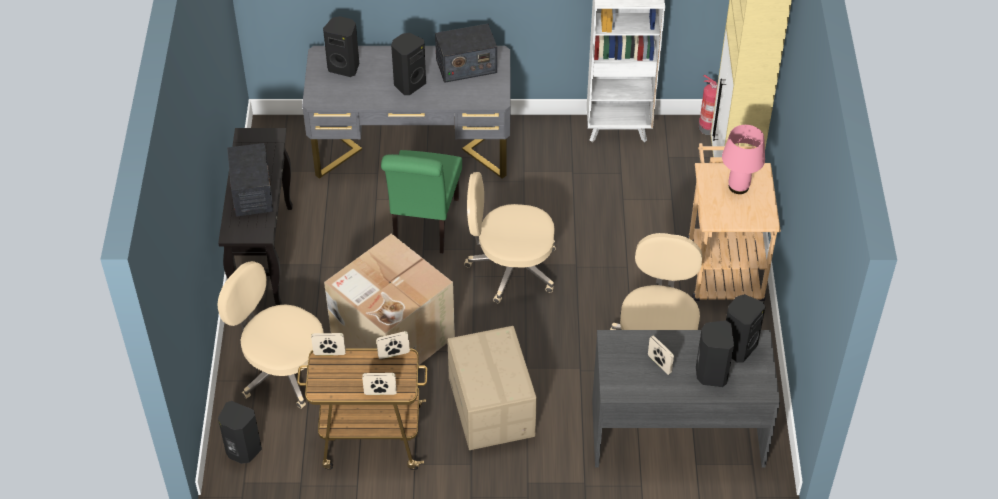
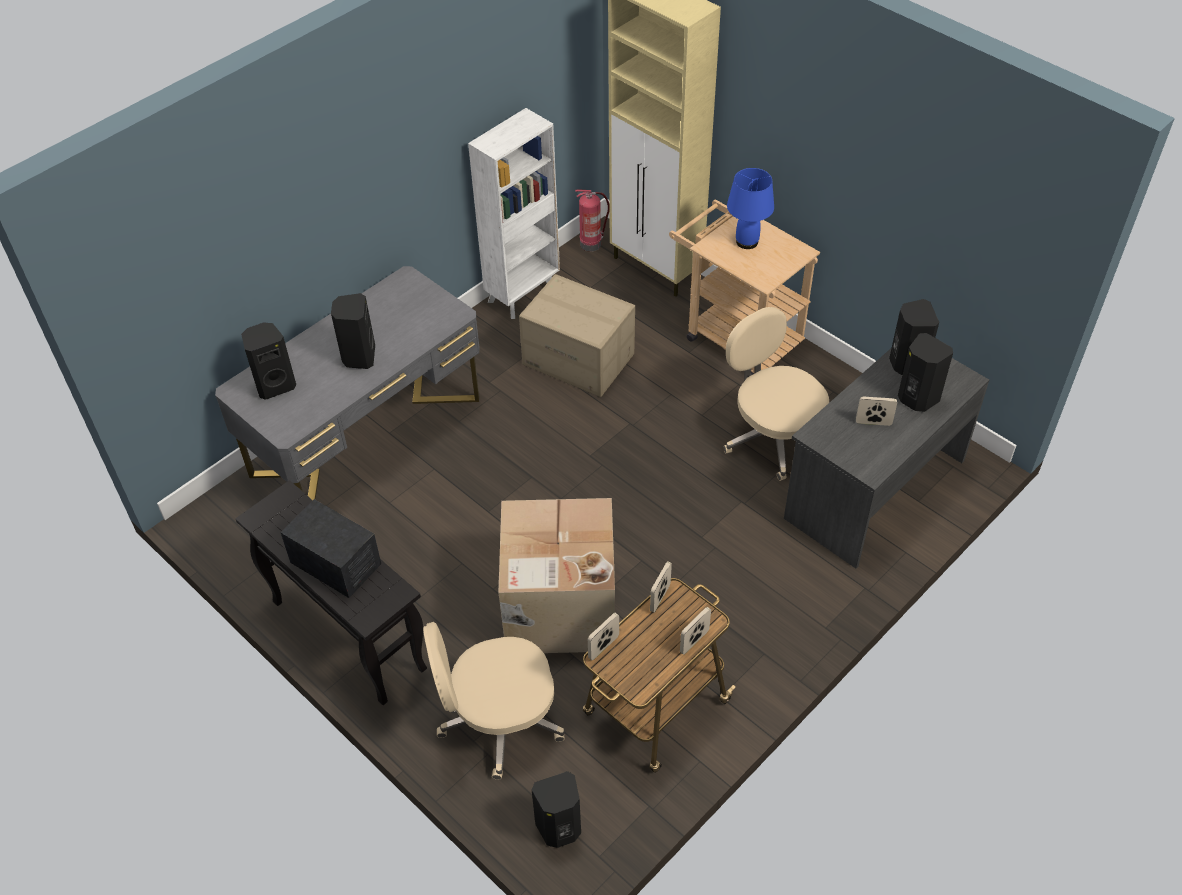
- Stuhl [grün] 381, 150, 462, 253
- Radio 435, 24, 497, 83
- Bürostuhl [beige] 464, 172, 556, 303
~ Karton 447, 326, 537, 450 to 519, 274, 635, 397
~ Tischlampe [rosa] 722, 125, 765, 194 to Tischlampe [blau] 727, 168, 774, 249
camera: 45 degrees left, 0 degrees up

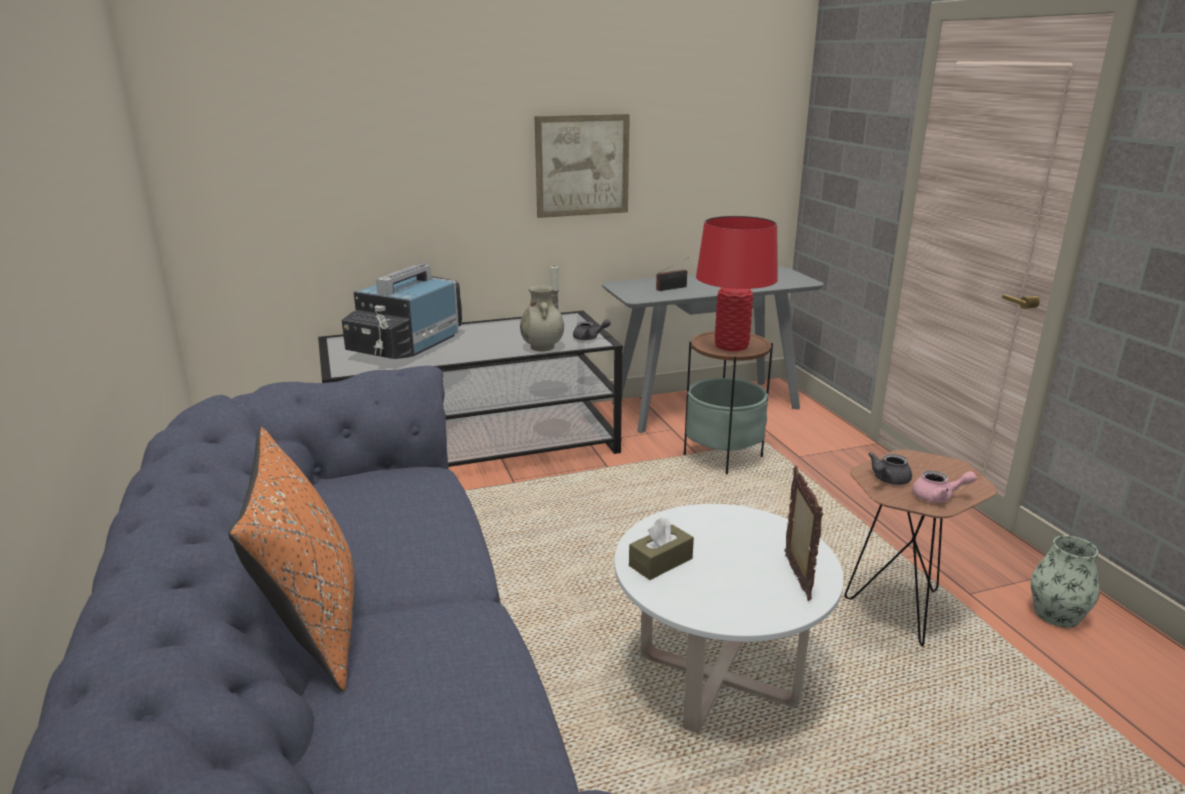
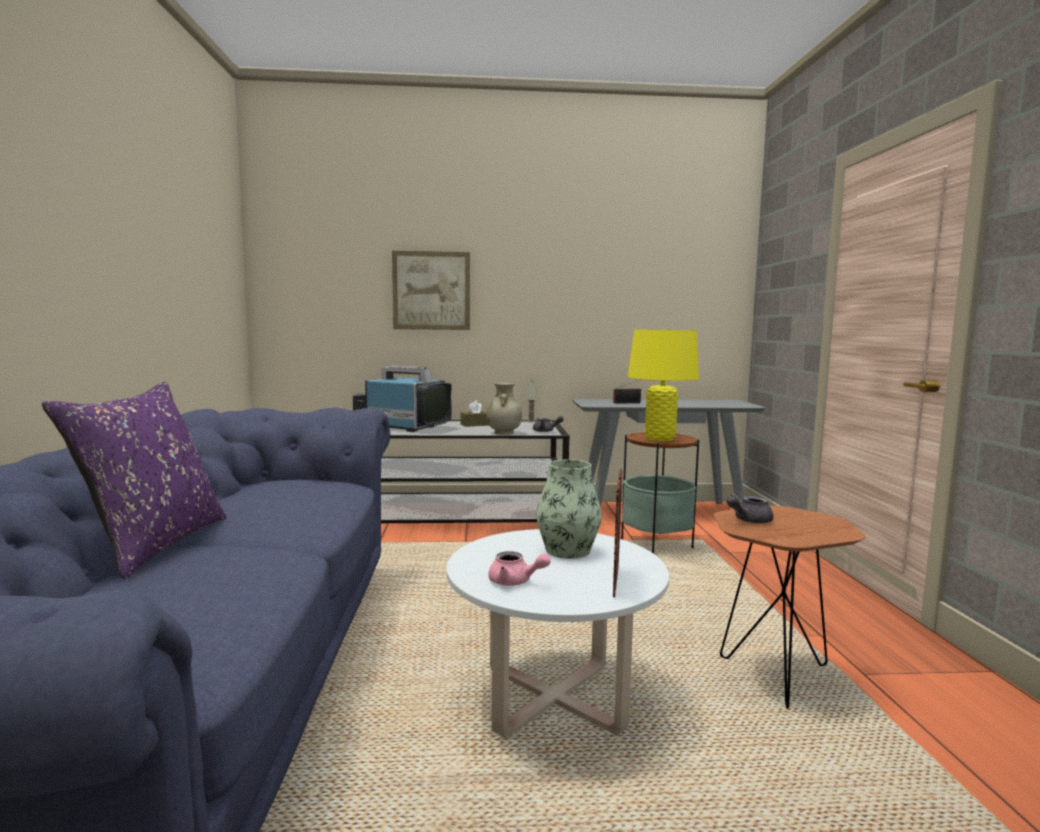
~ Bild 535, 114, 630, 218 to 392, 251, 470, 330
~ Taschentuchbox [braun] 629, 517, 694, 580 to 460, 401, 489, 427
~ Teekanne [rosa] 912, 471, 977, 503 to 488, 551, 551, 586
~ Vase 1031, 536, 1100, 628 to 536, 460, 602, 559
~ Kissen [orange] 228, 427, 354, 692 to Kissen [lila] 42, 382, 227, 579
~ Tischlampe [rot] 696, 216, 778, 351 to Tischlampe [gelb] 628, 329, 699, 441
~ Fernseher 342, 262, 462, 359 = 353, 366, 452, 432 75 degrees clockwise
camera: 15 degrees right, 15 degrees down

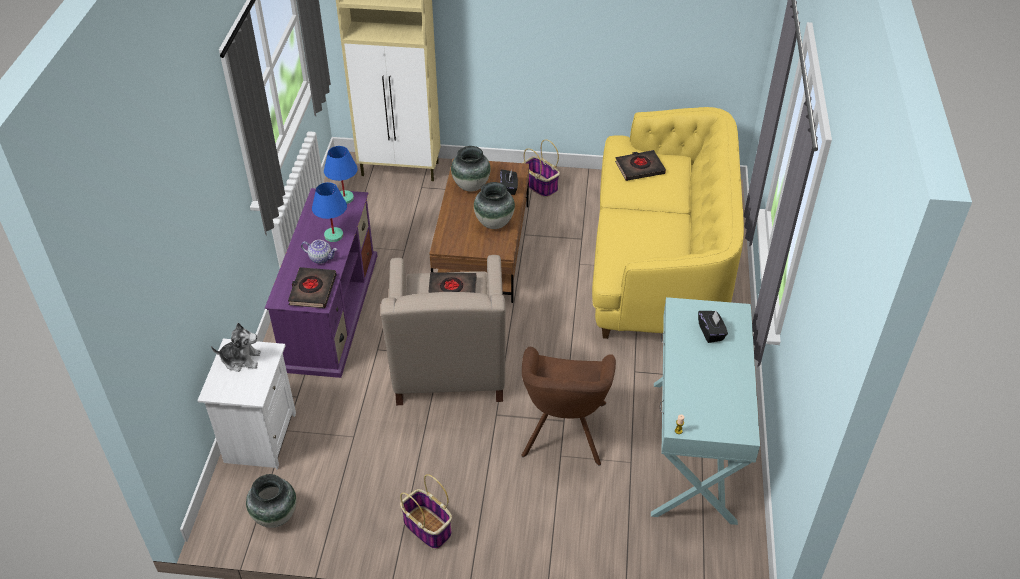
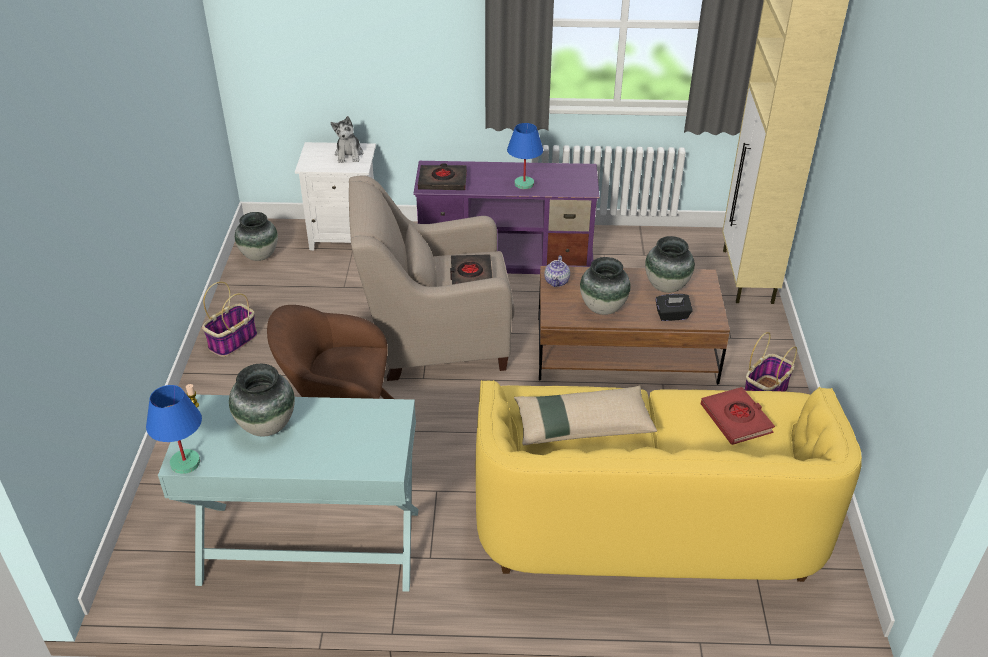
- Taschentuchbox [schwarz] 698, 311, 728, 343
+ Vase 229, 364, 295, 437
+ Kissen [beige] 514, 385, 657, 445
~ Teekanne 301, 240, 337, 264 to 544, 255, 570, 287
~ Tischlampe [blau] 324, 146, 358, 204 to 146, 385, 202, 474
~ Buch [schwarz] 615, 150, 666, 181 to Buch [rot] 701, 387, 775, 445
camera: 85 degrees right, 5 degrees down

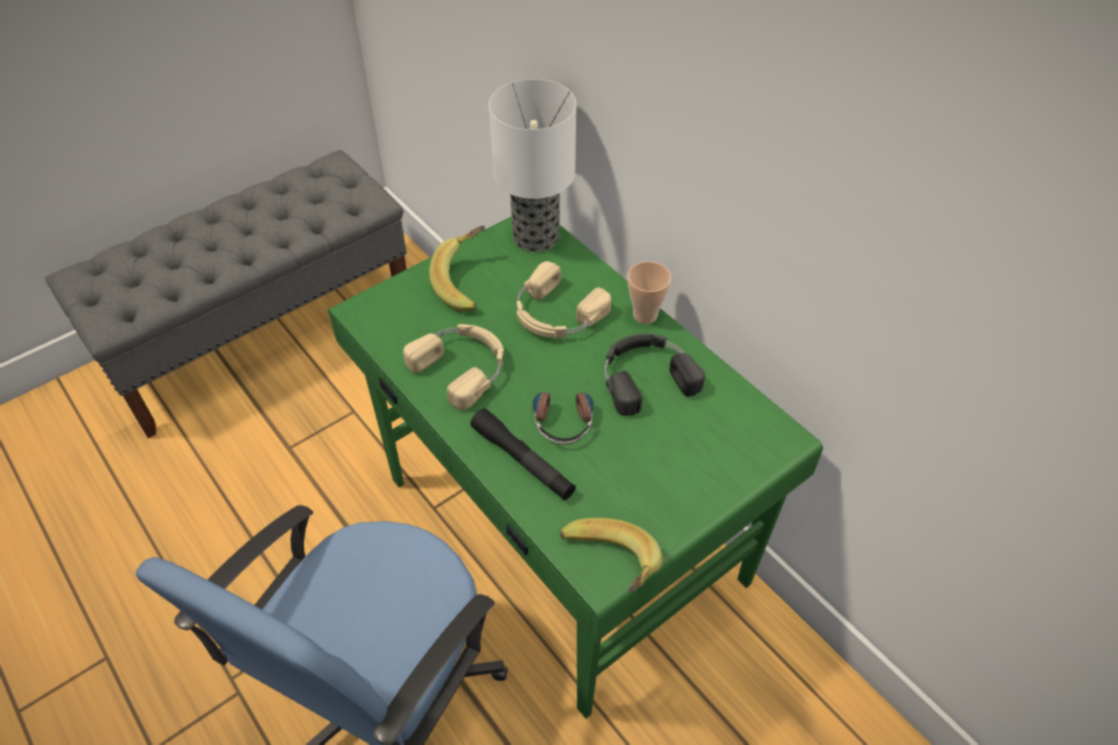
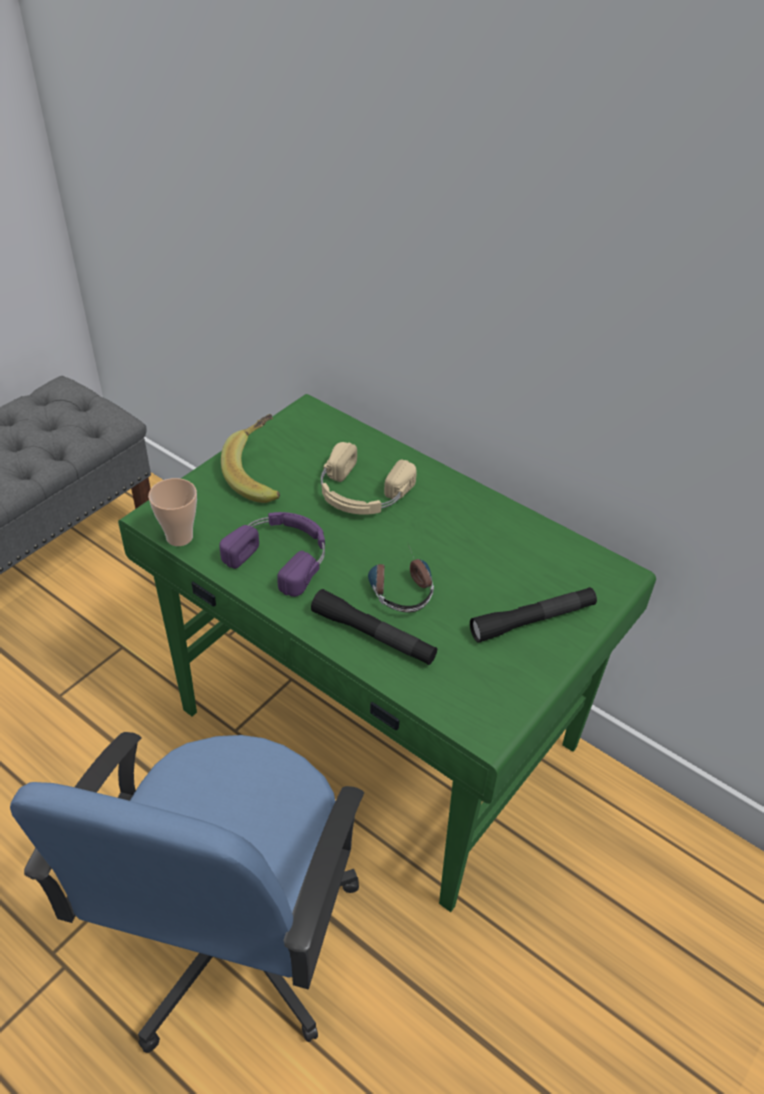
- Tischlampe 489, 79, 576, 252
- Banane 560, 518, 663, 593
- Kopfhörer [schwarz] 604, 334, 705, 416
+ Taschenlampe [schwarz] 470, 587, 597, 643
~ Tasse 627, 261, 671, 324 to 148, 478, 197, 546
~ Kopfhörer [beige] 403, 324, 504, 410 to Kopfhörer [lila] 219, 512, 325, 597
camera: 15 degrees left, 5 degrees down

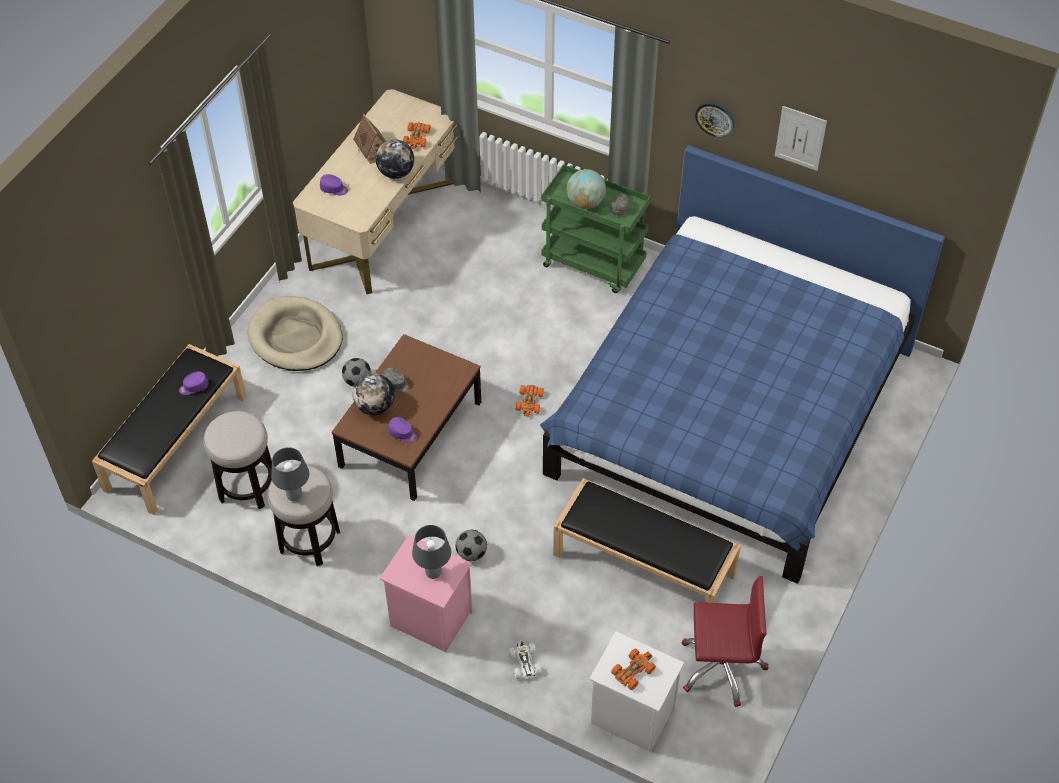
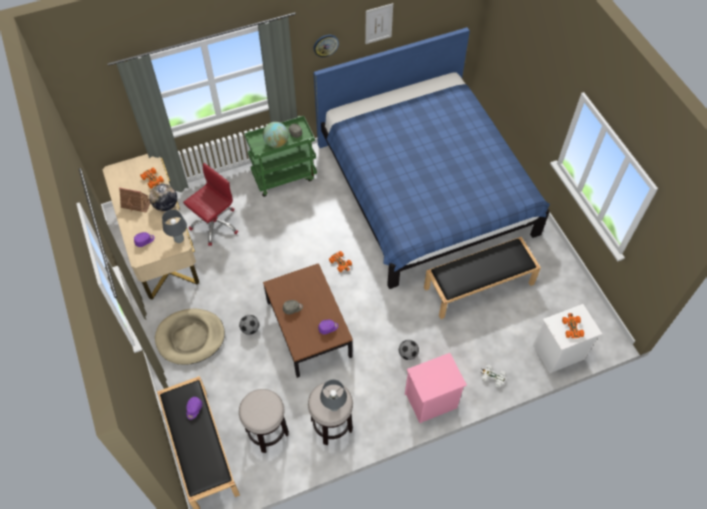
- Globus 353, 373, 395, 416
~ Tischlampe [grau] 412, 525, 451, 579 to 162, 209, 187, 243
~ Bürostuhl [rot] 682, 576, 769, 707 to 183, 163, 238, 246
camera: 50 degrees left, 5 degrees up

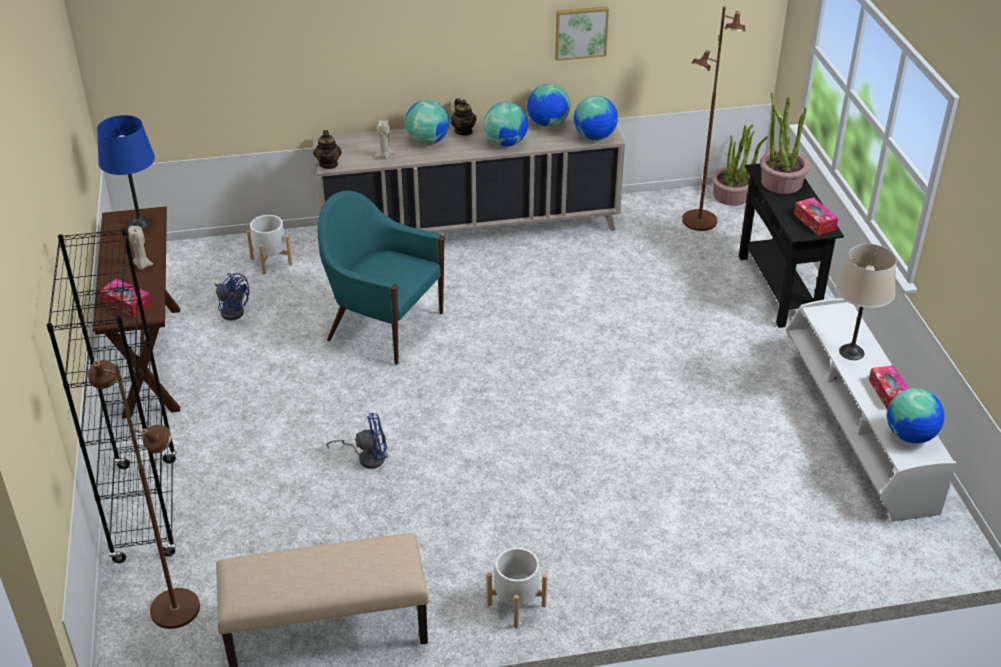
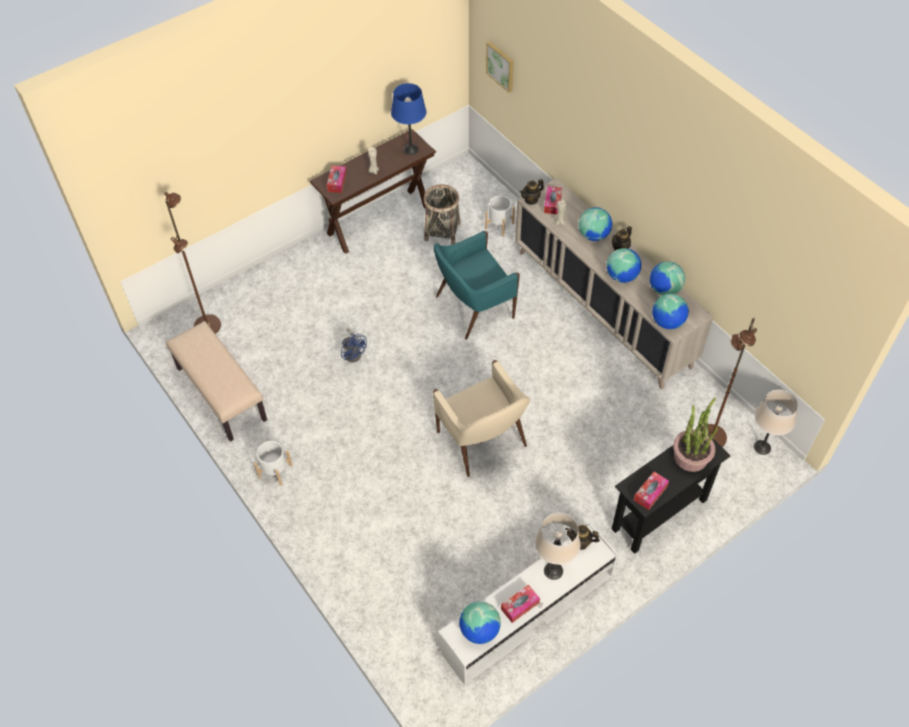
- Bücherregal [schwarz] 47, 228, 177, 563
+ Sessel [beige] 433, 360, 530, 477
+ Taschentuchbox 544, 186, 562, 214
+ Teekanne 565, 525, 600, 550
~ Bild 555, 6, 609, 61 to 486, 42, 514, 93
~ Ventilator [blau] 214, 273, 249, 321 to Korb 424, 184, 461, 245
~ Topfpflanze 712, 124, 768, 206 to Tischlampe [beige] 754, 390, 798, 455
~ Sessel [türkis] 318, 191, 445, 365 = 434, 231, 520, 339 120 degrees counterclockwise
camera: 65 degrees right, 15 degrees up

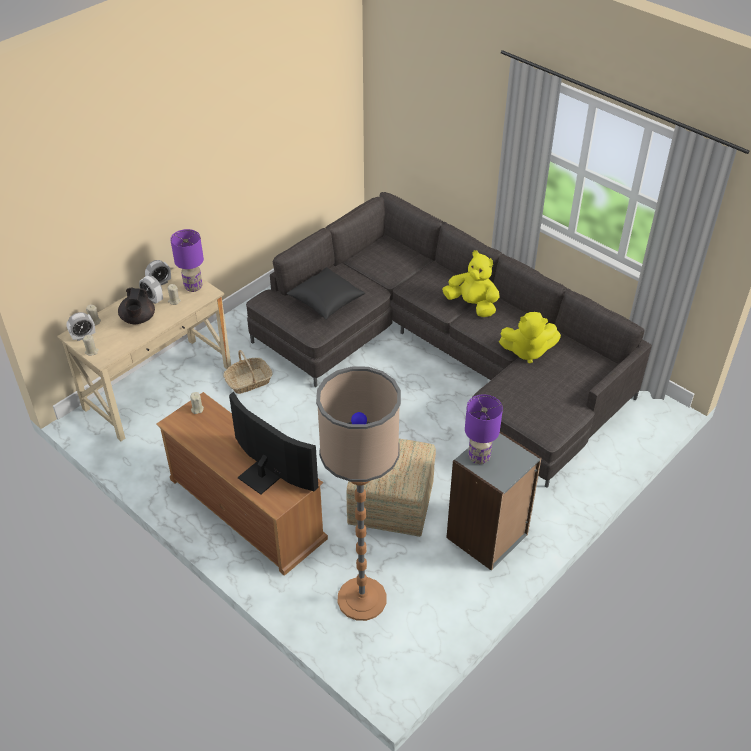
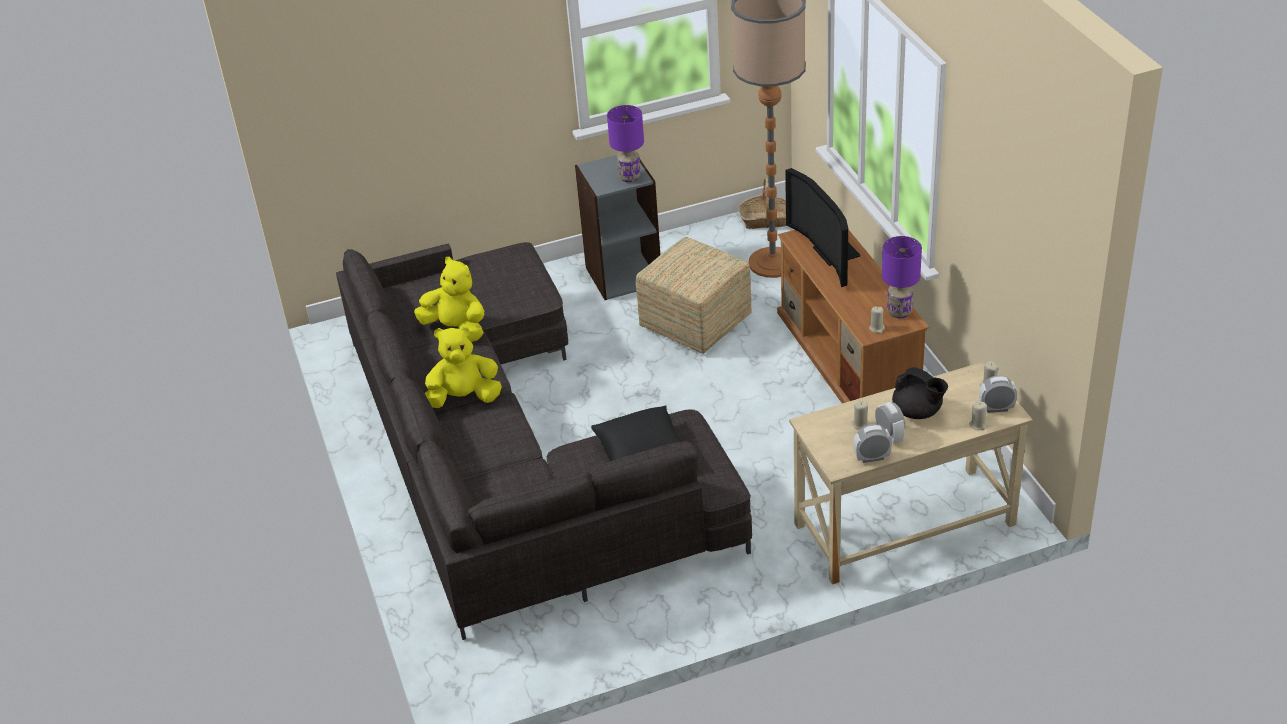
~ Tischlampe [lila] 170, 229, 204, 292 to 882, 236, 922, 318
~ Korb 223, 350, 273, 394 to 738, 178, 786, 229
~ Teekanne [schwarz] 118, 287, 155, 324 = 892, 367, 948, 419 105 degrees clockwise
~ Plüschtier [gelb] 442, 250, 499, 317 = 425, 326, 502, 408 105 degrees clockwise
camera: 150 degrees left, 5 degrees down

